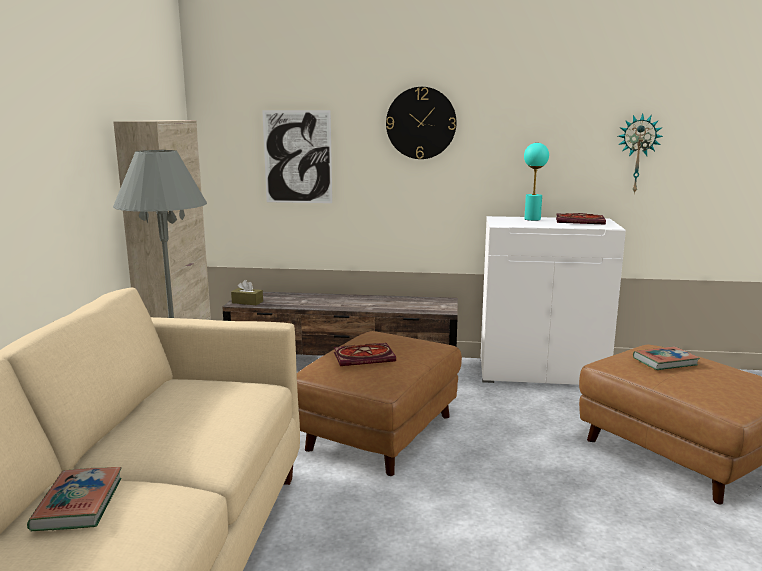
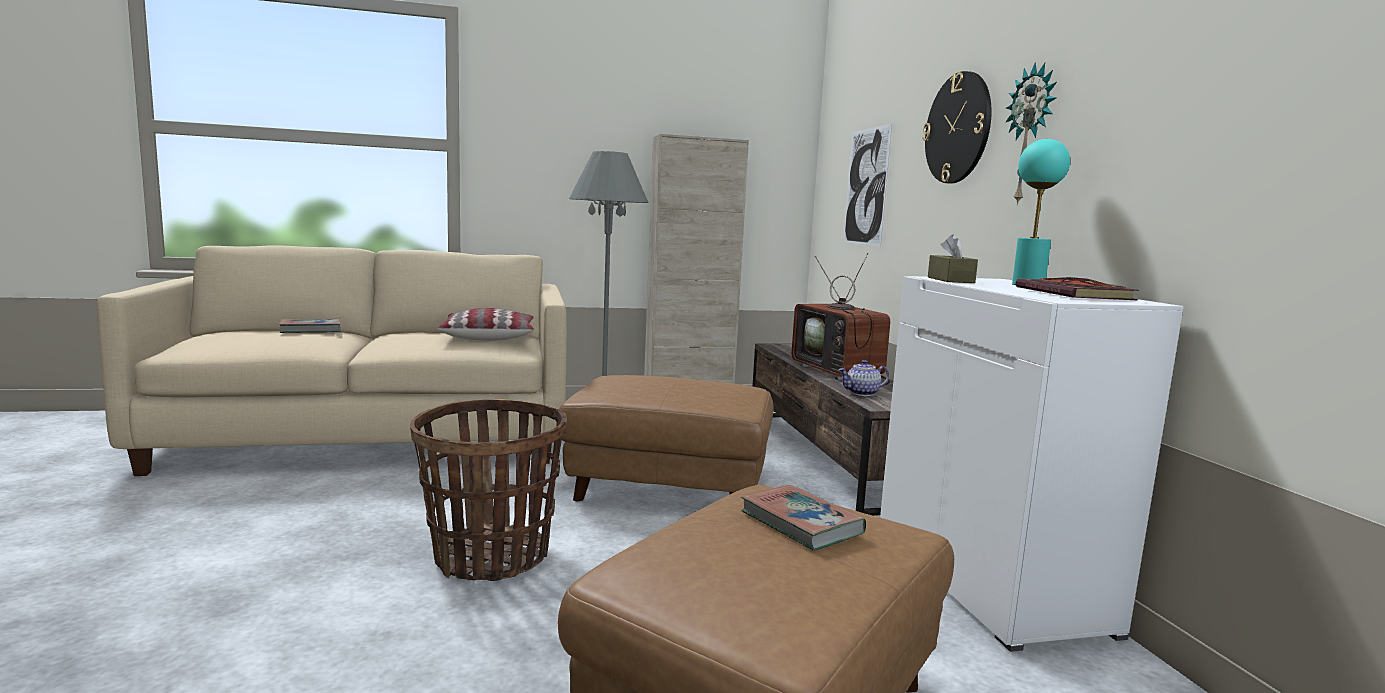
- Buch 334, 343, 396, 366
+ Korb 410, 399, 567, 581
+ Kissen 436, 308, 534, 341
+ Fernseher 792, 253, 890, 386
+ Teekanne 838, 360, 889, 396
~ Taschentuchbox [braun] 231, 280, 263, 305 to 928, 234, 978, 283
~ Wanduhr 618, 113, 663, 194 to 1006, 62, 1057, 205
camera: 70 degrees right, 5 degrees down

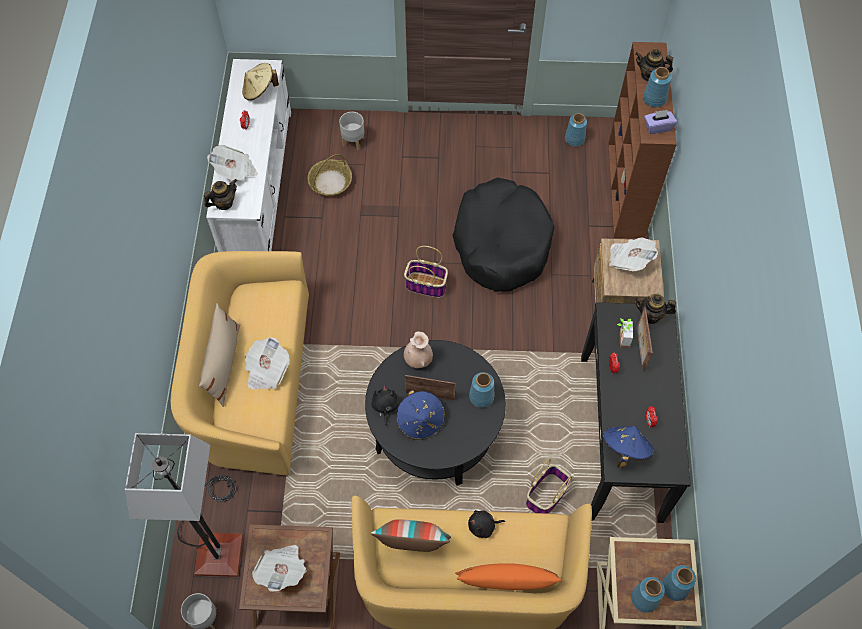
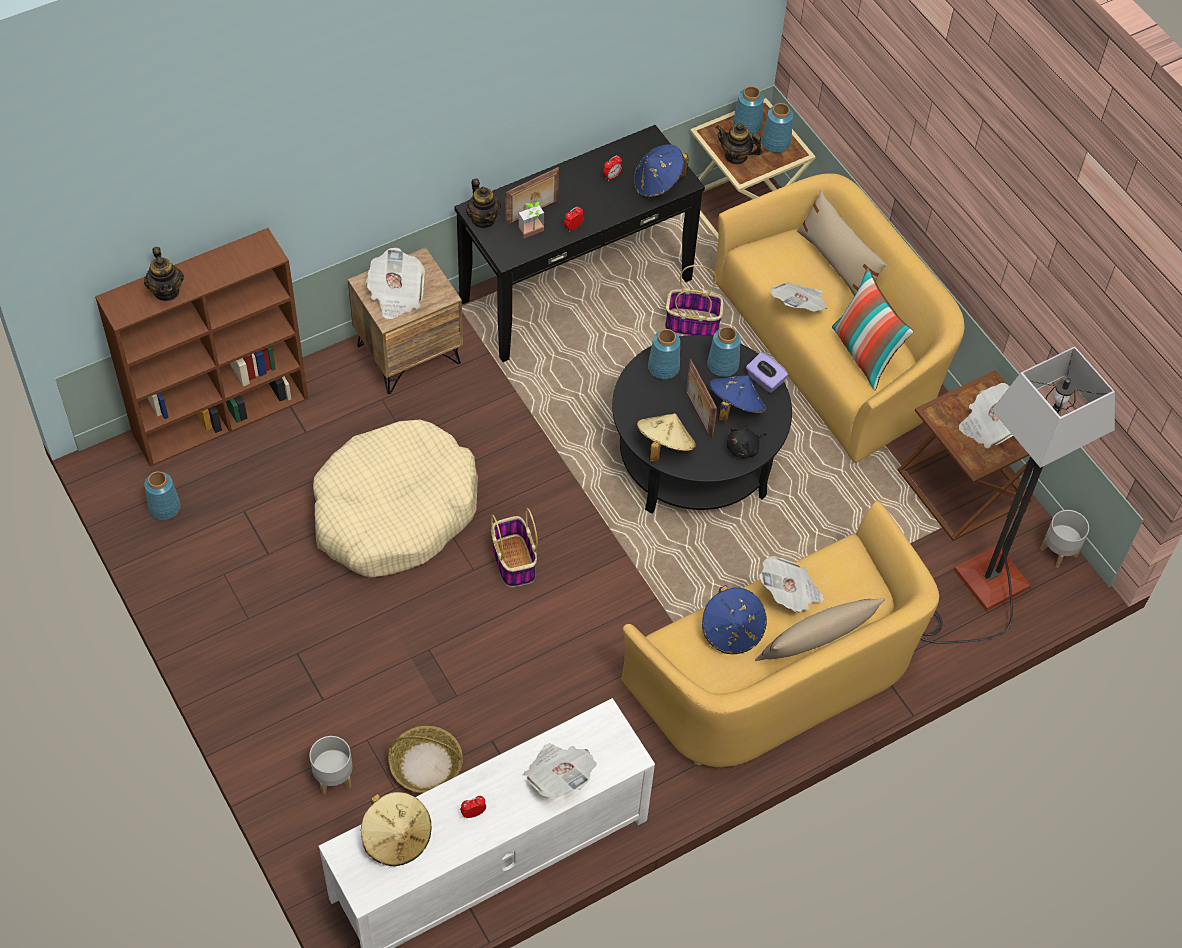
+ Hut [blau] 702, 585, 767, 654
~ Teekanne 204, 179, 237, 210 to 716, 124, 762, 165
~ Vase [blau] 643, 67, 672, 107 to 707, 327, 741, 377
~ Taschentuchbox [lila] 644, 110, 677, 134 to 746, 352, 788, 393
~ Vase [beige] 404, 332, 433, 368 to Hut [beige] 637, 413, 696, 462
~ Plüschtier [schwarz] 468, 510, 505, 538 to Zeitung 770, 282, 827, 312
~ Hundebett [schwarz] 453, 177, 555, 292 to Hundebett [beige] 313, 420, 478, 578
~ Kissen [orange] 455, 563, 562, 590 to Kissen [beige] 797, 190, 887, 296
camera: 125 degrees left, 5 degrees down

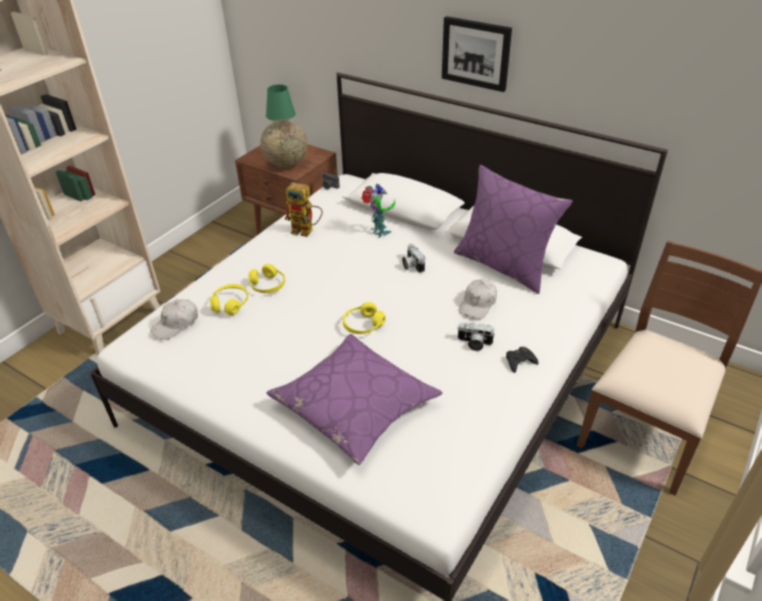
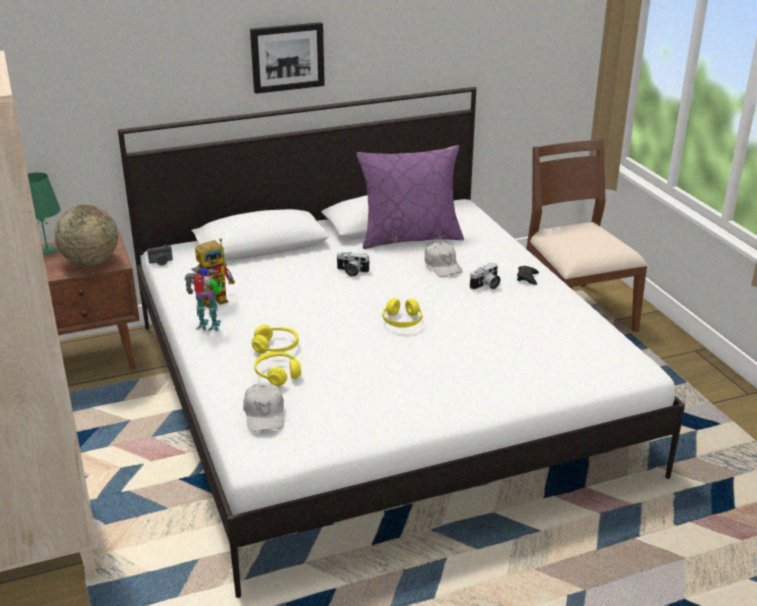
- Kissen [lila] 266, 334, 443, 465
~ Spielzeugroboter 362, 184, 395, 238 to 184, 267, 222, 331
camera: 55 degrees left, 10 degrees down

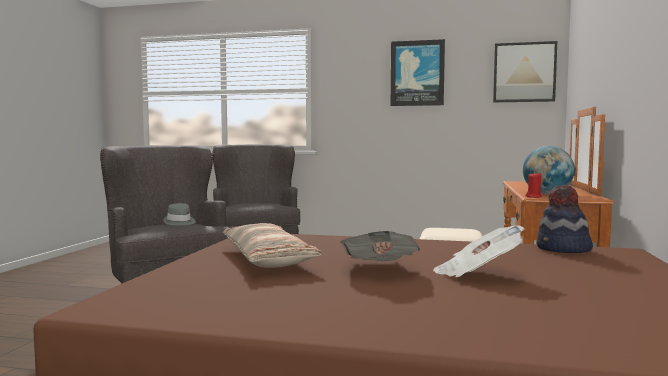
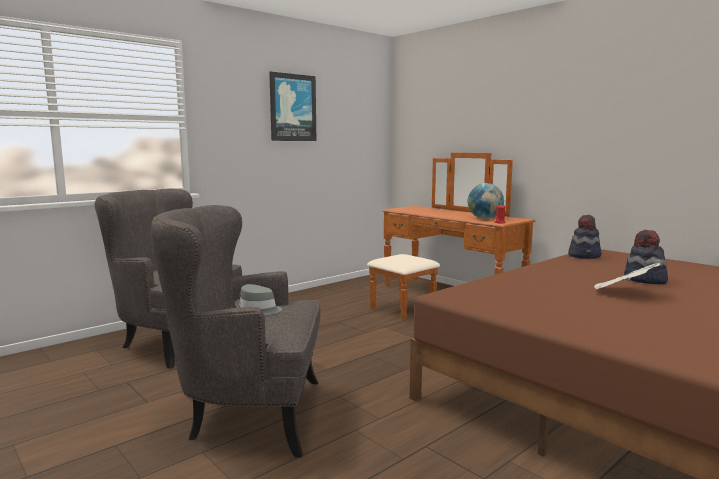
- Kissen 223, 223, 321, 268
- Bild 493, 41, 557, 102
~ Zeitung 433, 225, 525, 277 to Hut 624, 230, 668, 284
camera: 55 degrees left, 5 degrees up

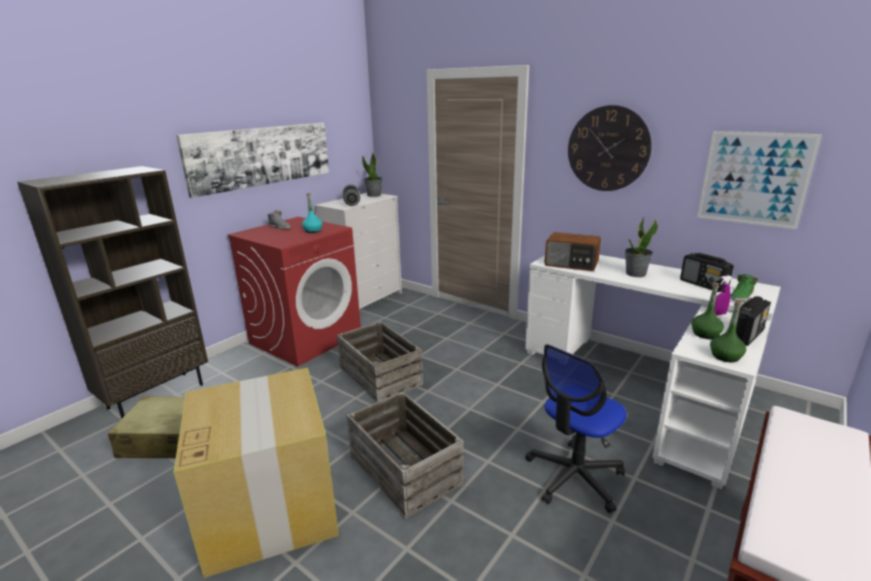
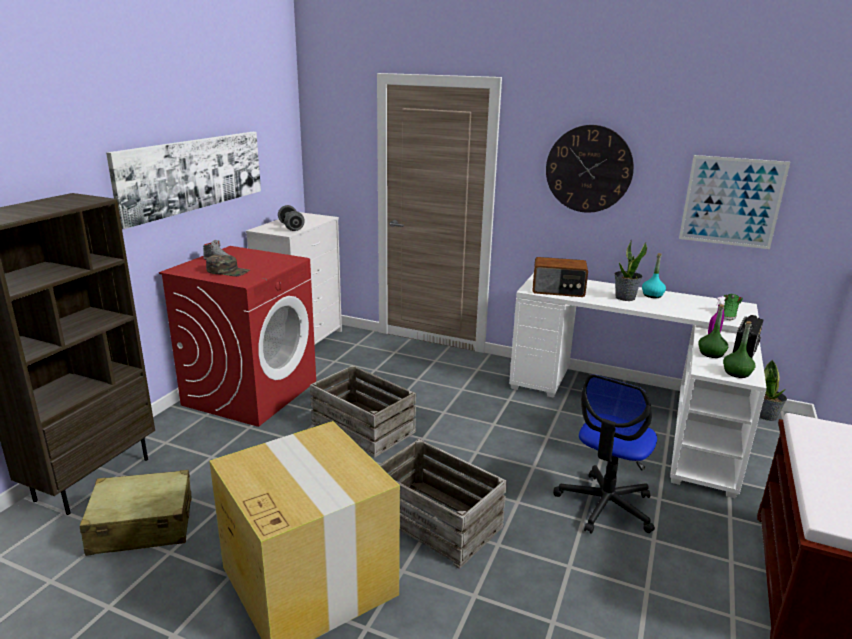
- Radio 680, 253, 734, 292
+ Kappe [grün] 206, 254, 250, 276
~ Flasche [türkis] 302, 193, 322, 233 to 642, 253, 666, 298
~ Topfpflanze 362, 153, 382, 197 to 759, 360, 787, 421
camera: 15 degrees left, 0 degrees up

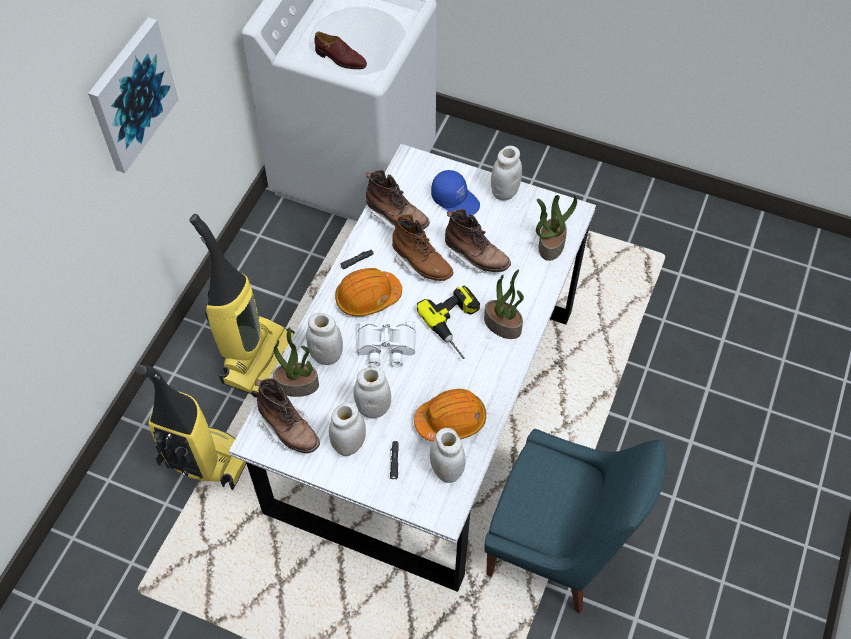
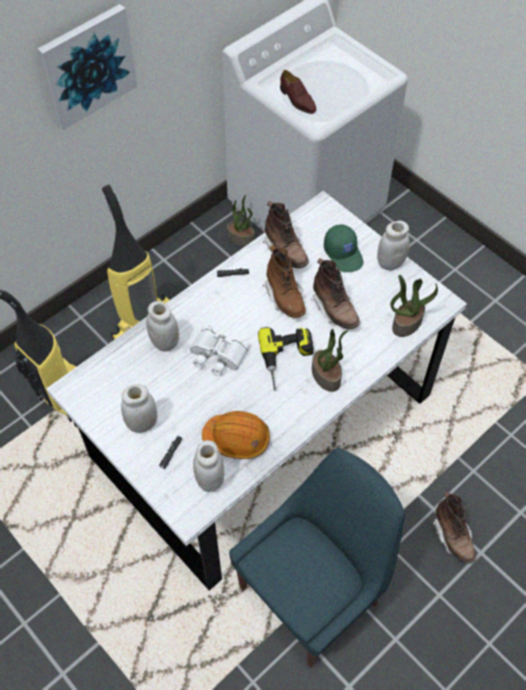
- Schutzhelm [orange] 335, 268, 402, 316
- Vorratsglas [weiß] 354, 367, 391, 418
~ Stiefel [braun] 255, 378, 320, 454 to 432, 492, 476, 563
~ Topfpflanze 273, 327, 319, 397 to 227, 195, 255, 246
~ Kappe [blau] 431, 170, 480, 217 to Kappe [grün] 324, 224, 364, 272
~ Stuhl [blau] 484, 429, 666, 613 = 229, 448, 405, 668 90 degrees counterclockwise
camera: 25 degrees right, 0 degrees up

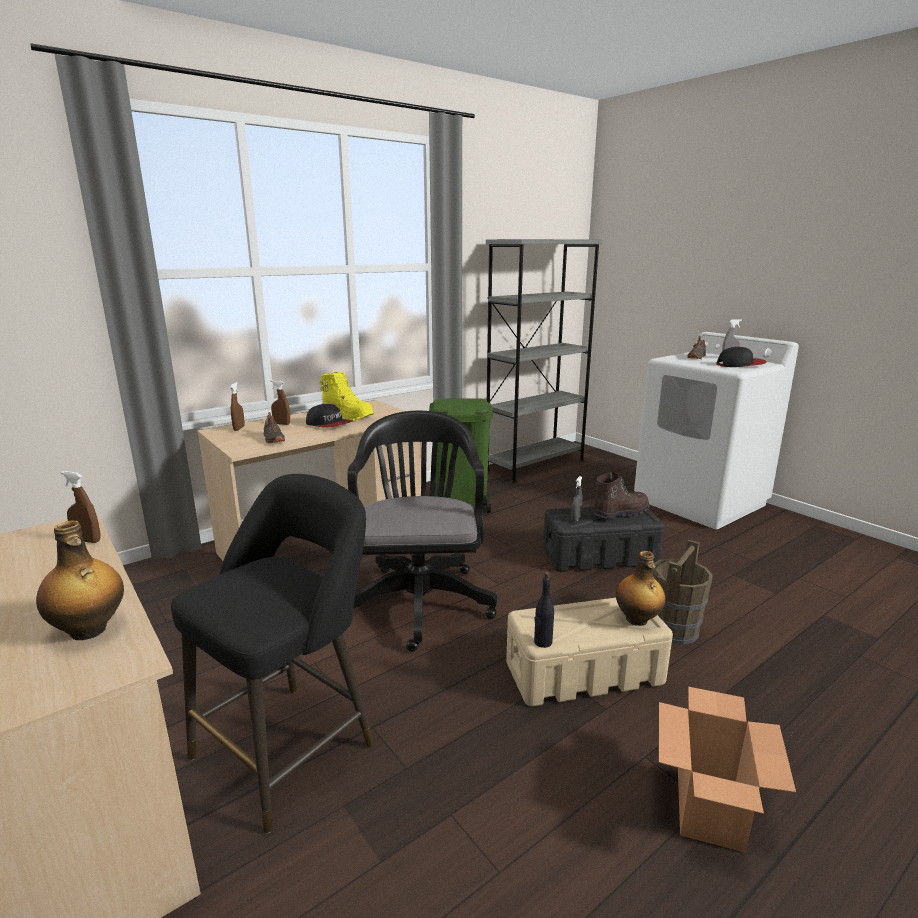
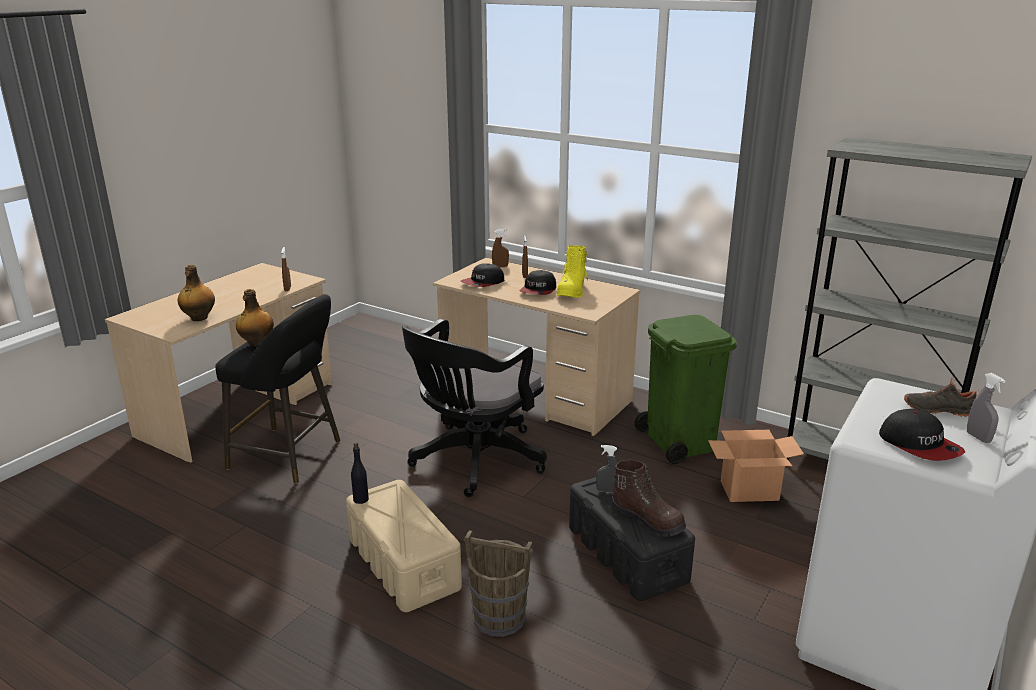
~ Flasche 616, 551, 666, 626 to 236, 289, 274, 347
~ Karton 659, 687, 796, 853 to 708, 430, 804, 502
~ Schuh [schwarz] 264, 412, 285, 443 to Kappe 461, 263, 504, 287
~ Bürostuhl [schwarz] 347, 410, 497, 652 = 402, 319, 547, 497 150 degrees clockwise
camera: 70 degrees right, 5 degrees up

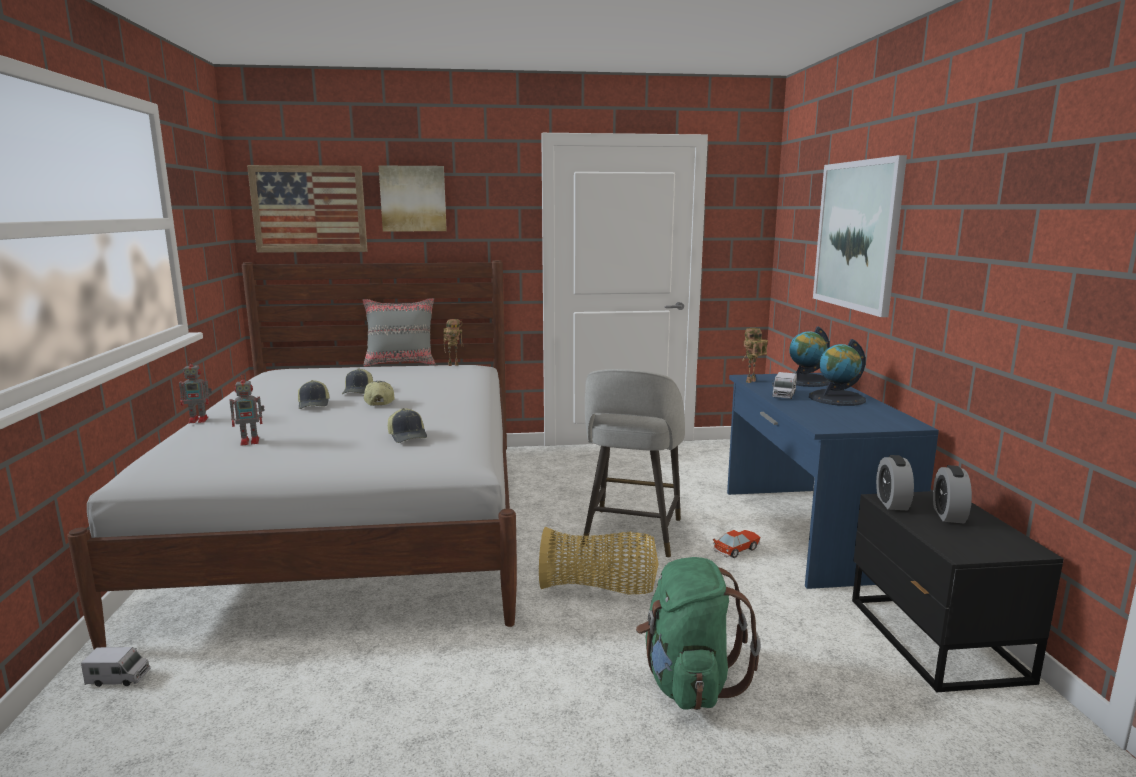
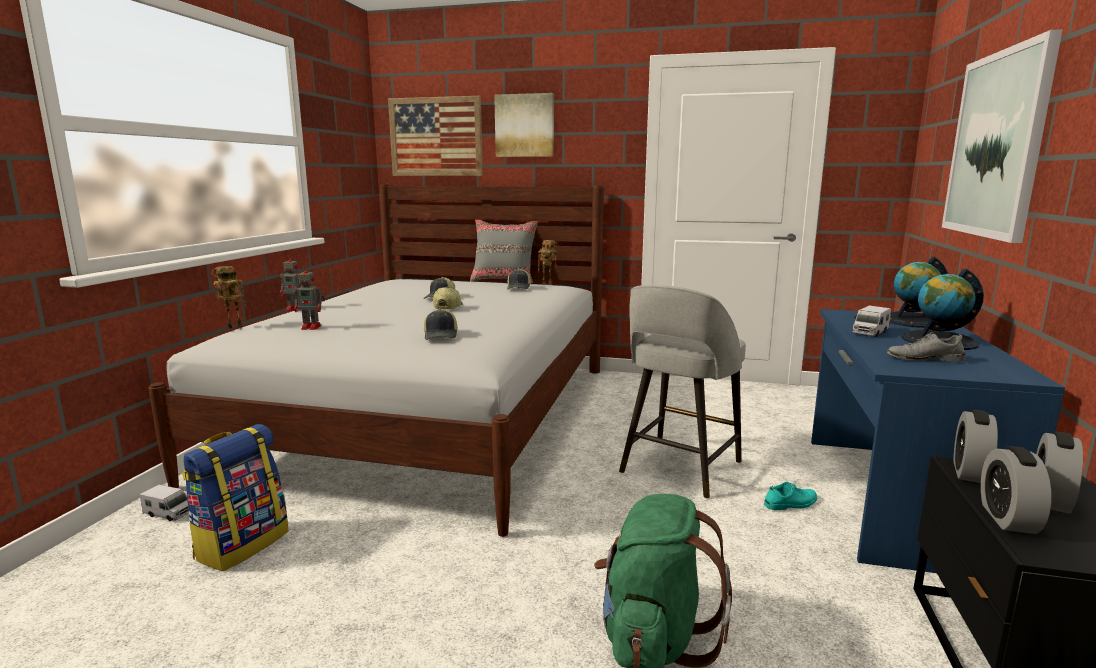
- Korb 539, 527, 659, 594
+ Rucksack 182, 424, 288, 571
+ Schuh [grau] 887, 332, 965, 362
+ Wecker 981, 446, 1052, 534
~ Kappe 298, 380, 329, 409 to 507, 269, 531, 290
~ Spielzeugroboter 742, 328, 768, 383 to 212, 266, 246, 329
~ Spielzeugauto 713, 530, 760, 558 to Schuh [türkis] 764, 482, 817, 510
camera: 20 degrees right, 0 degrees up

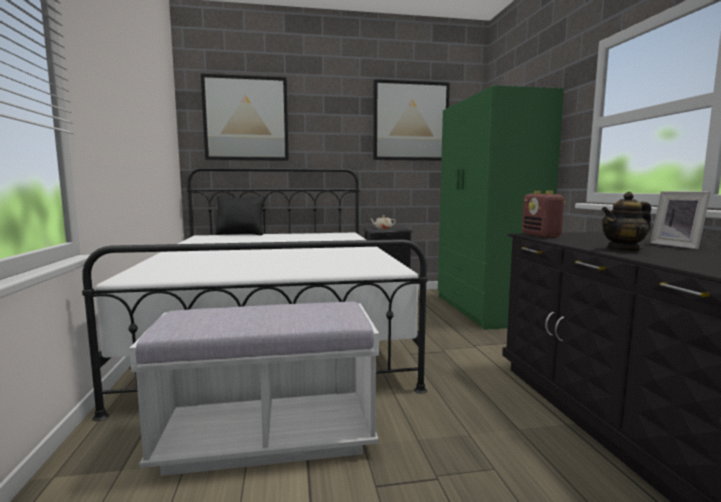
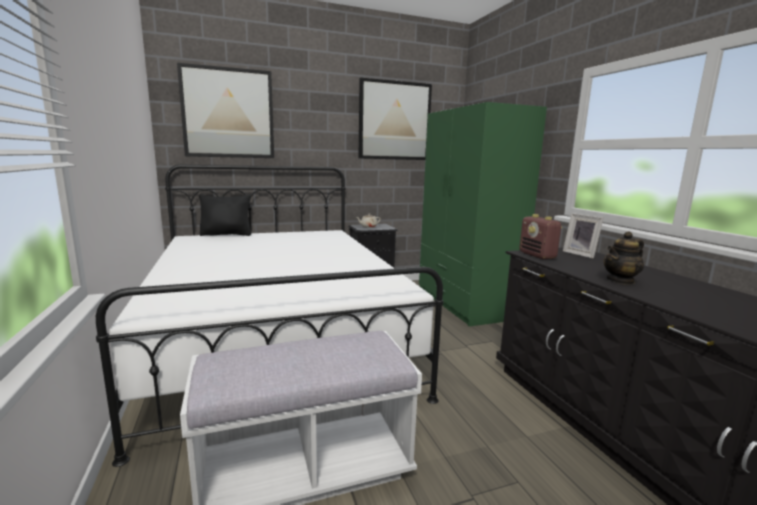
~ Bilderrahmen 650, 191, 711, 249 to 563, 213, 604, 259
camera: 10 degrees left, 5 degrees up

